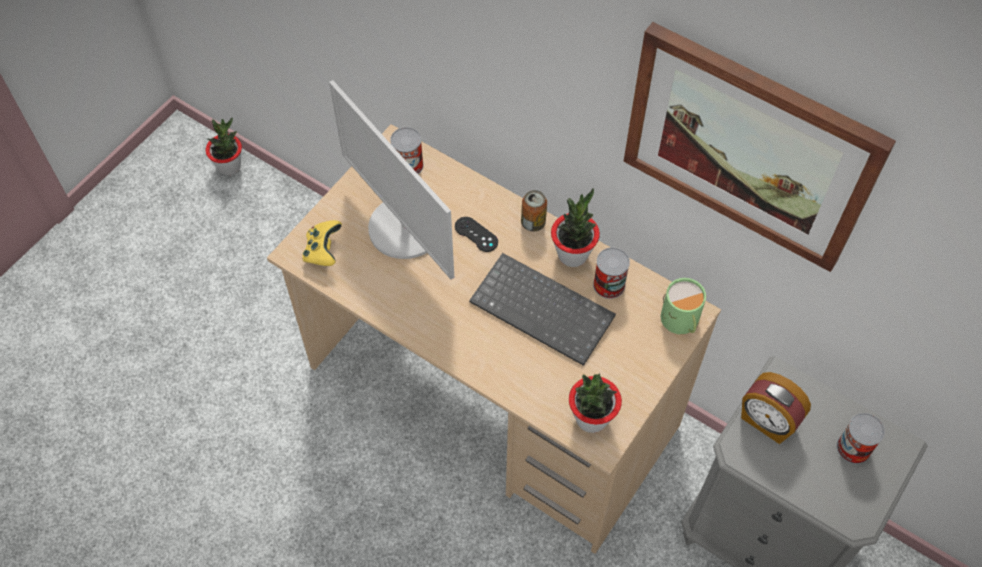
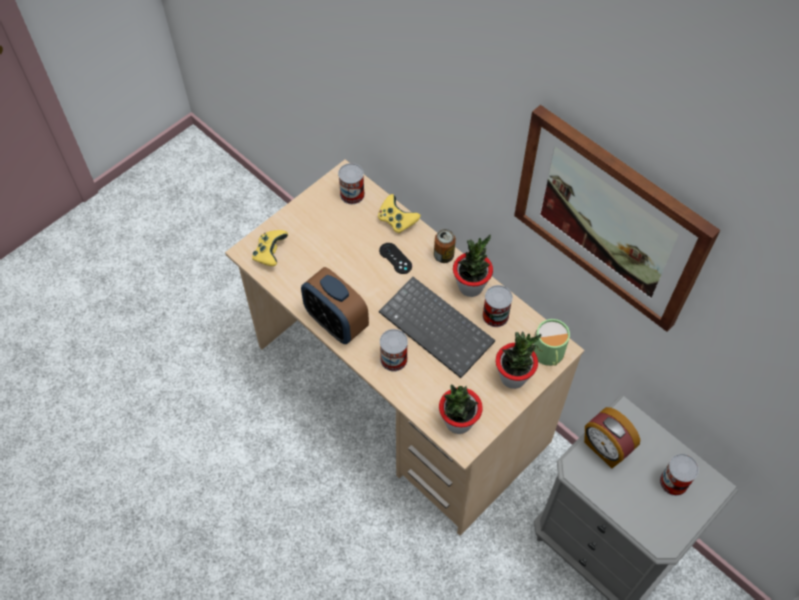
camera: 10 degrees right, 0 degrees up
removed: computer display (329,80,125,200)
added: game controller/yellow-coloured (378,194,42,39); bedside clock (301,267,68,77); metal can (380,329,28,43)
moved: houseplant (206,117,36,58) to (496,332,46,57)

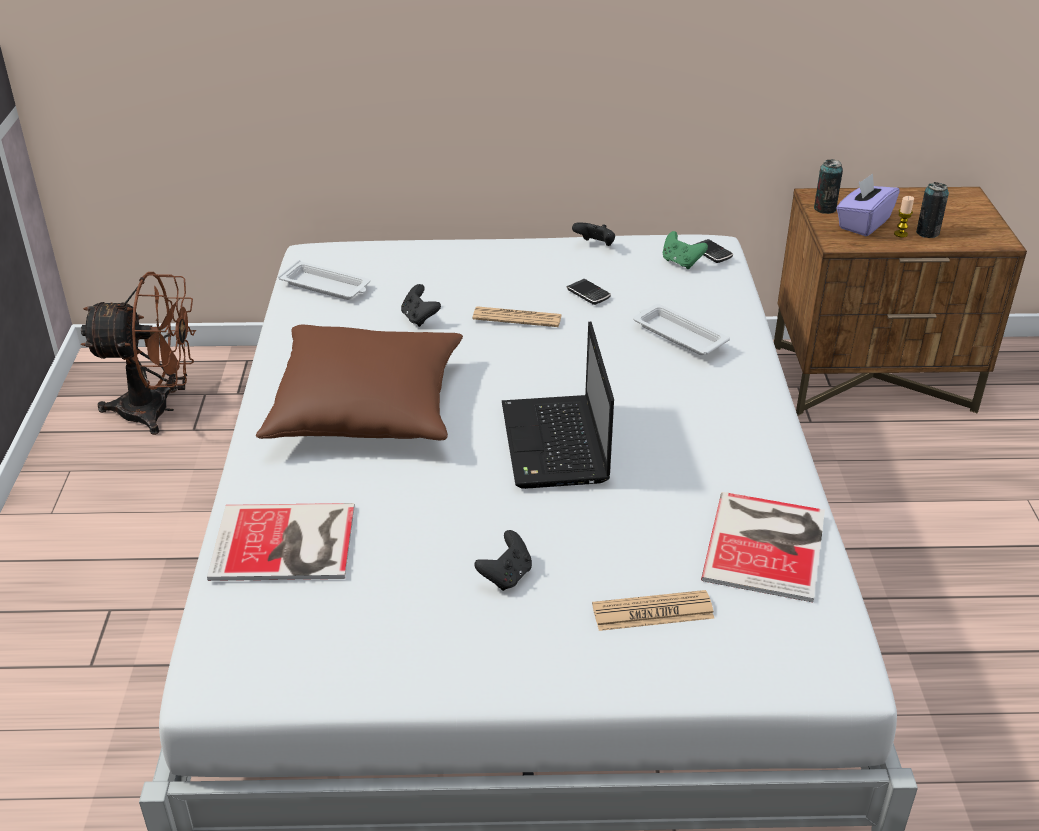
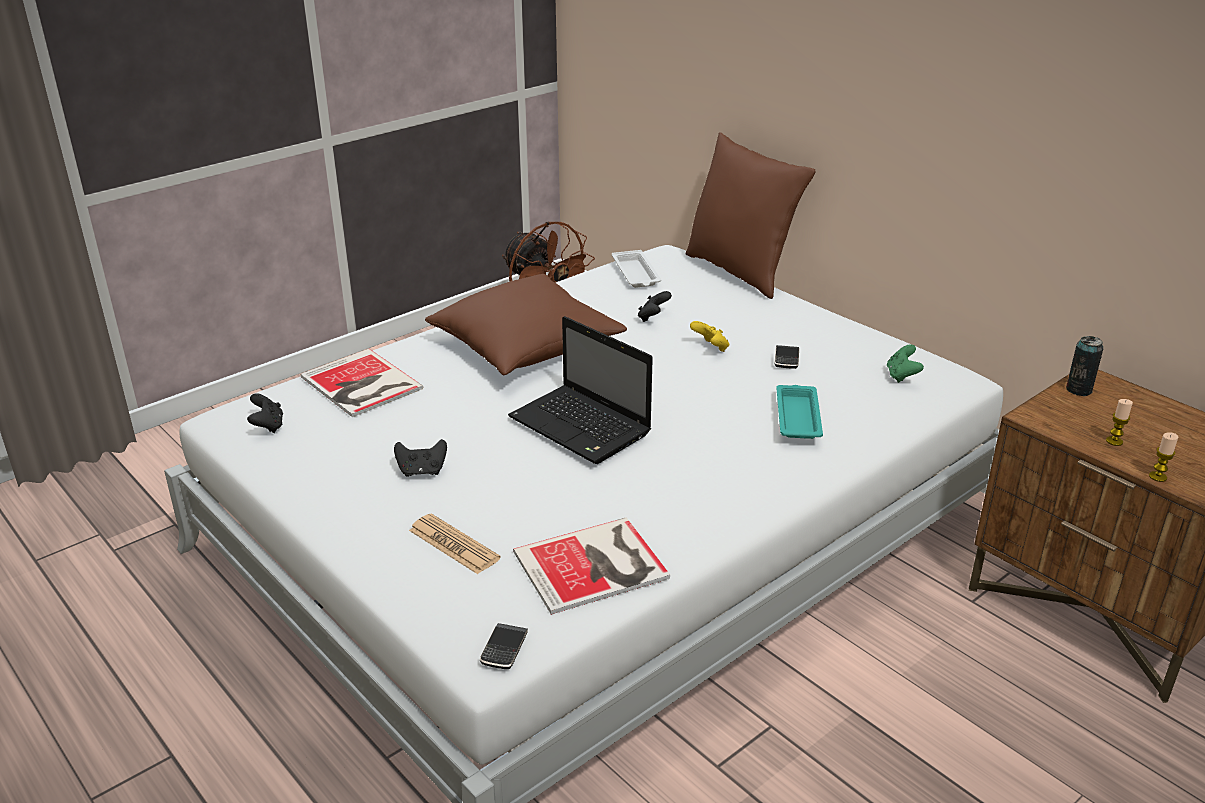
camera: 50 degrees right, 5 degrees down
removed: tissue holder/purple (836,173,64,63); metal can (916,182,33,56)
added: cushion/brown (686,132,130,167); wax candle (1149,432,29,50)
moved: game controller/black (572,222,43,24) to (247,393,36,40); handset (693,239,40,24) to (480,623,48,46)
replaced: daily paper (473,306,89,21) to game controller/yellow-coloured (690,321,39,31)
recoloured: carrying tray/whitish (633,304,97,51) to carrying tray/turquoise (776,385,47,54)
turned: notebook computer (502,322,112,167) = (508,316,145,148) 90 degrees counterclockwise

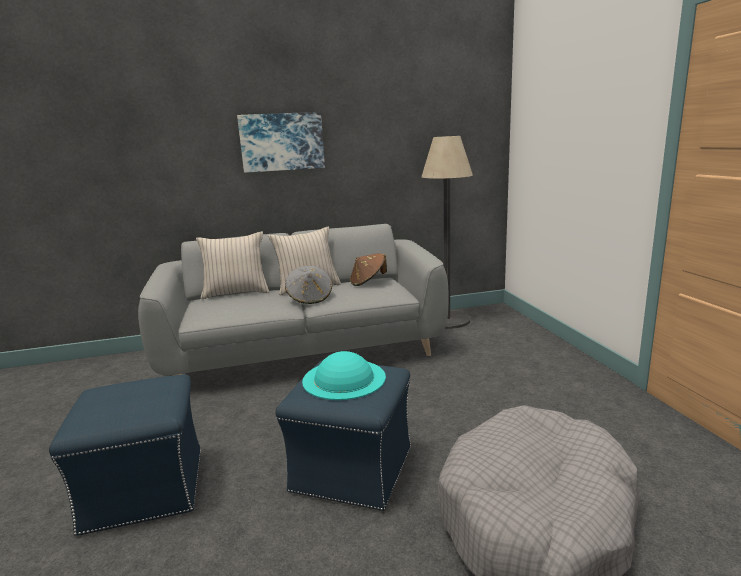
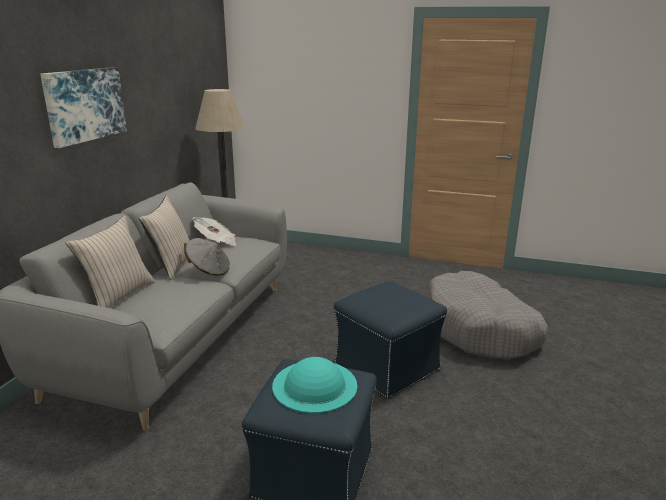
camera: 60 degrees left, 5 degrees up
moved: clothing hat/turquoise (302,351,84,49) to (272,357,85,56)
replaced: clothing hat/brown (350,253,37,33) to daily paper (192,217,44,29)

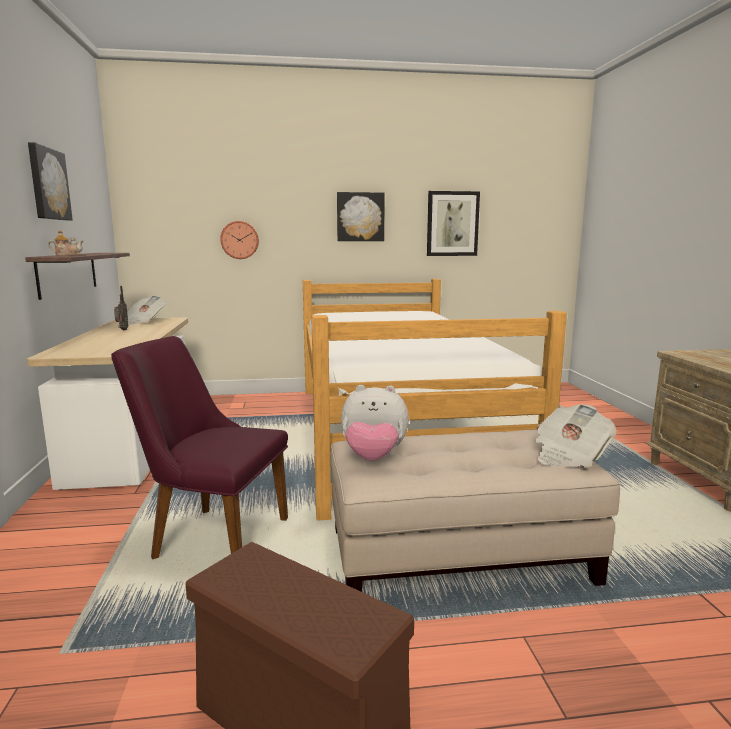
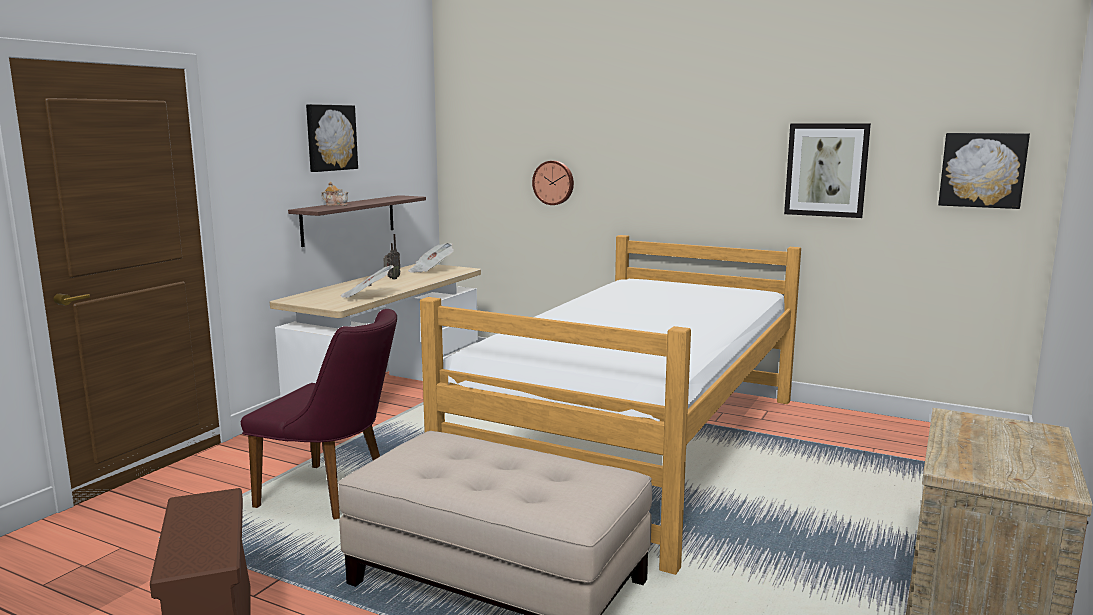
camera: 35 degrees right, 0 degrees up
removed: soft toy (341,385,68,76)
moved: wall picture (337,192,48,49) to (938,133,92,76); daily paper (535,404,82,64) to (340,265,54,33)
turned: plain chair/purple (111,336,177,223) = (241,309,156,211) 150 degrees clockwise

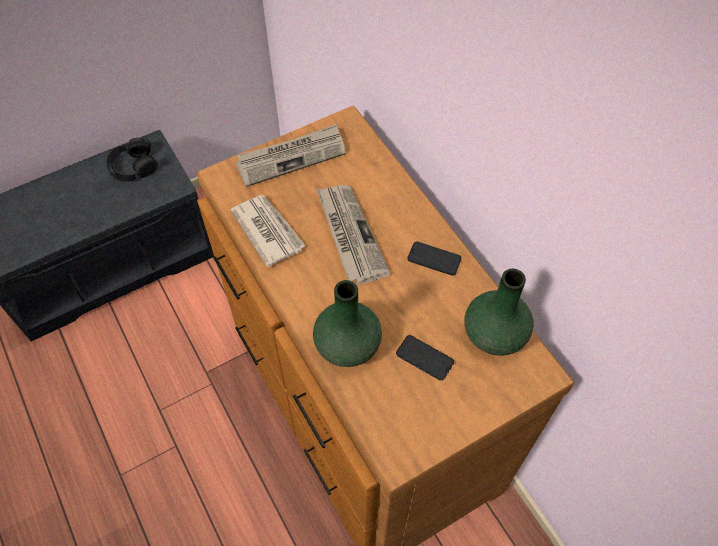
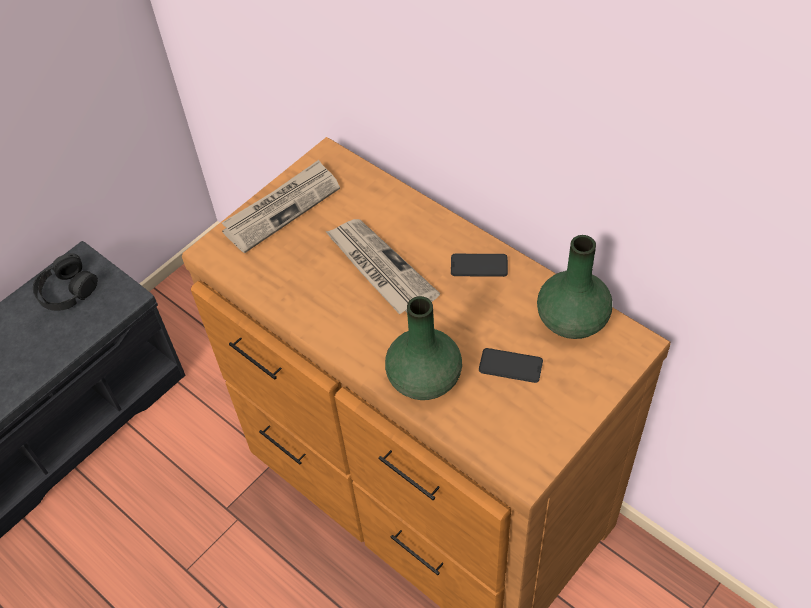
camera: 15 degrees left, 5 degrees down
removed: daily paper (231,195,74,72)

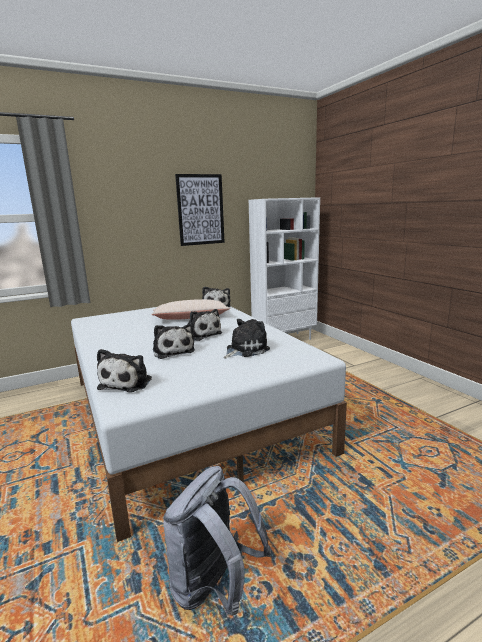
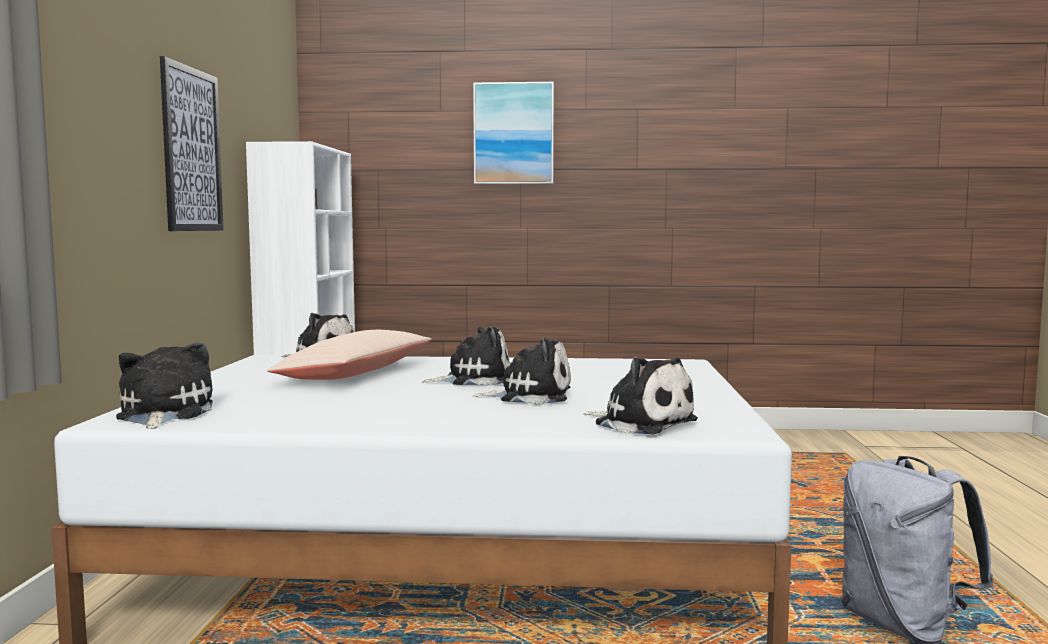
camera: 60 degrees left, 10 degrees down
added: wall picture (473,82,81,102)
moved: soft toy (223,319,47,40) to (116,342,97,87)

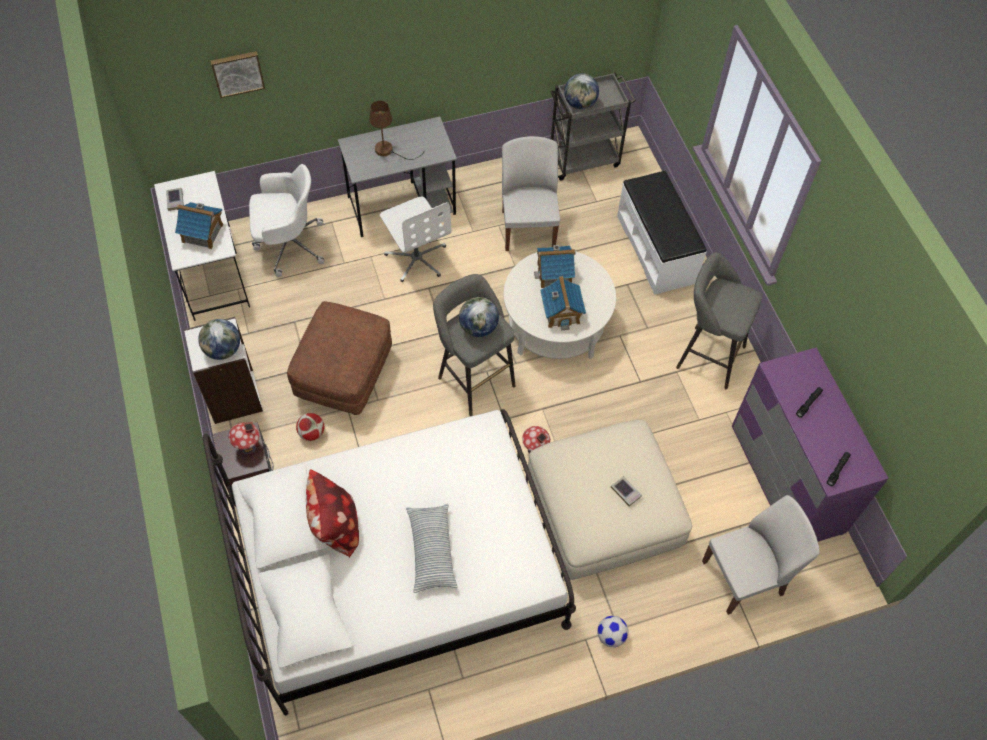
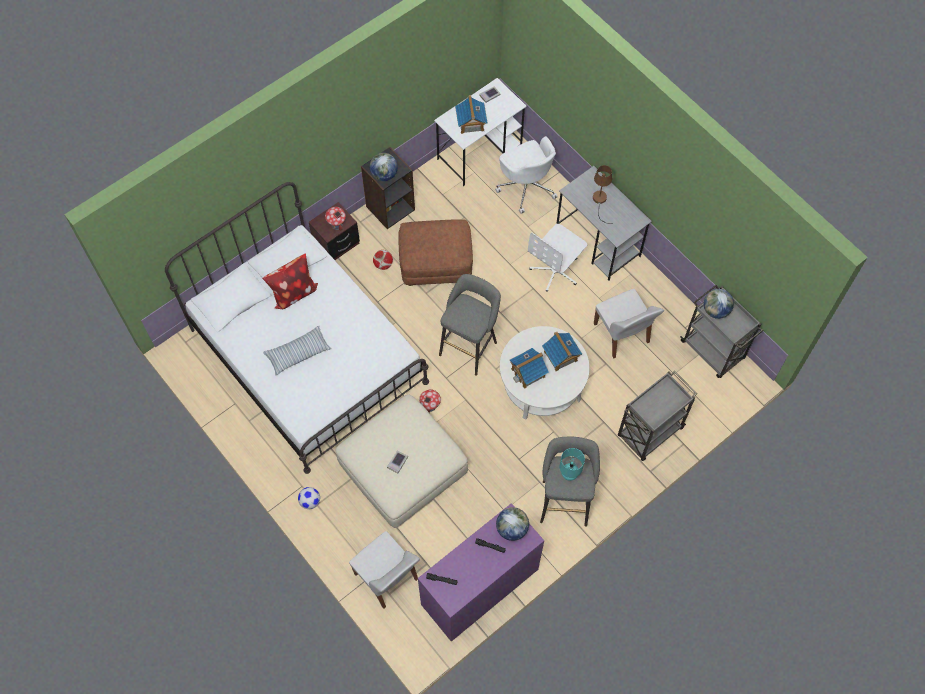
camera: 70 degrees right, 5 degrees up
removed: wall picture (211,51,54,47)
added: table lamp/turquoise (560,448,25,33)
moved: world globe (459,297,40,40) to (496,507,33,34)
replaced: bench/whitish (617,171,90,124) to wheeled cart/gray (618,371,79,90)
recoloured: bookcase/whitish (184,317,79,107) to bookcase/black (361,147,54,82)
turned: plain chair/whitish (502,136,58,115) = (594,289,70,69) 90 degrees clockwise

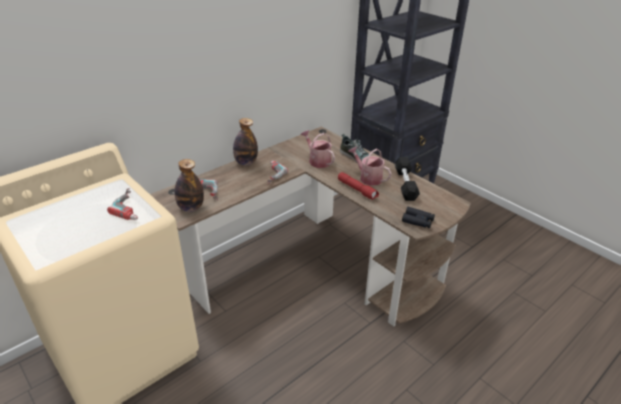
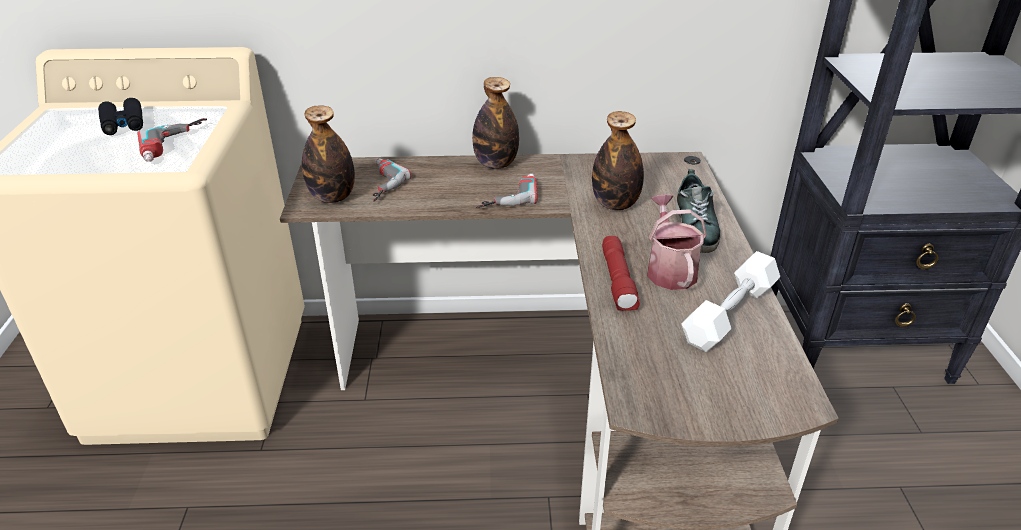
camera: 40 degrees right, 0 degrees up
moved: field glasses/black (402,207,33,21) to (98,98,45,37)
replaced: watering can (301,130,34,38) to beverage bottle (592,111,52,99)
recoloured: dumbbell/black (395,157,25,44) to dumbbell/whitish (681,251,99,101)

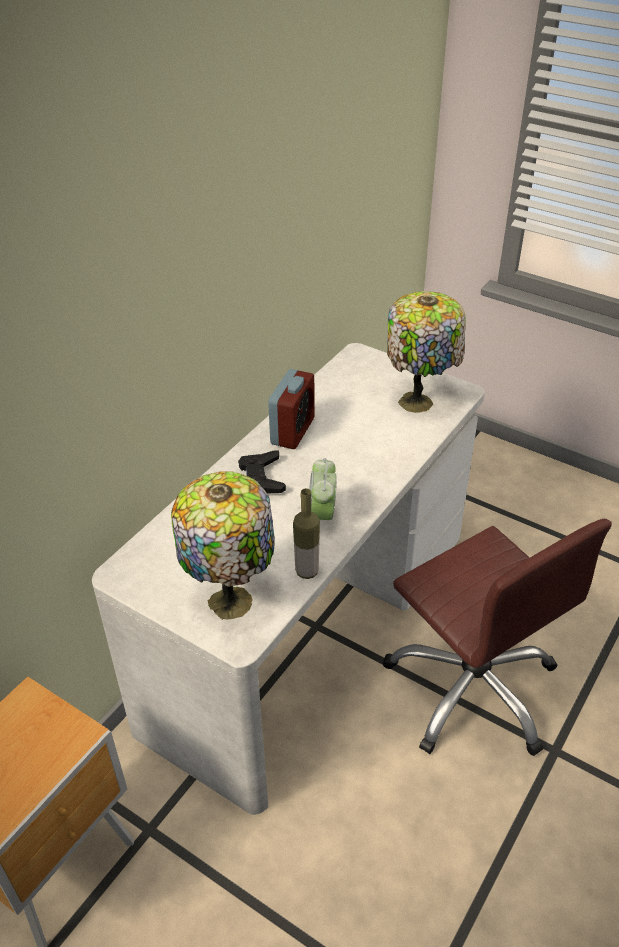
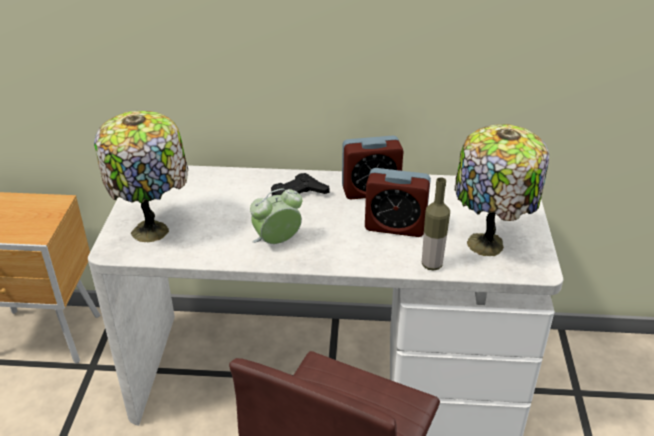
camera: 60 degrees right, 5 degrees down
added: bedside clock (365,168,66,69)
moved: beverage bottle (293,488,27,91) to (422,177,28,94)

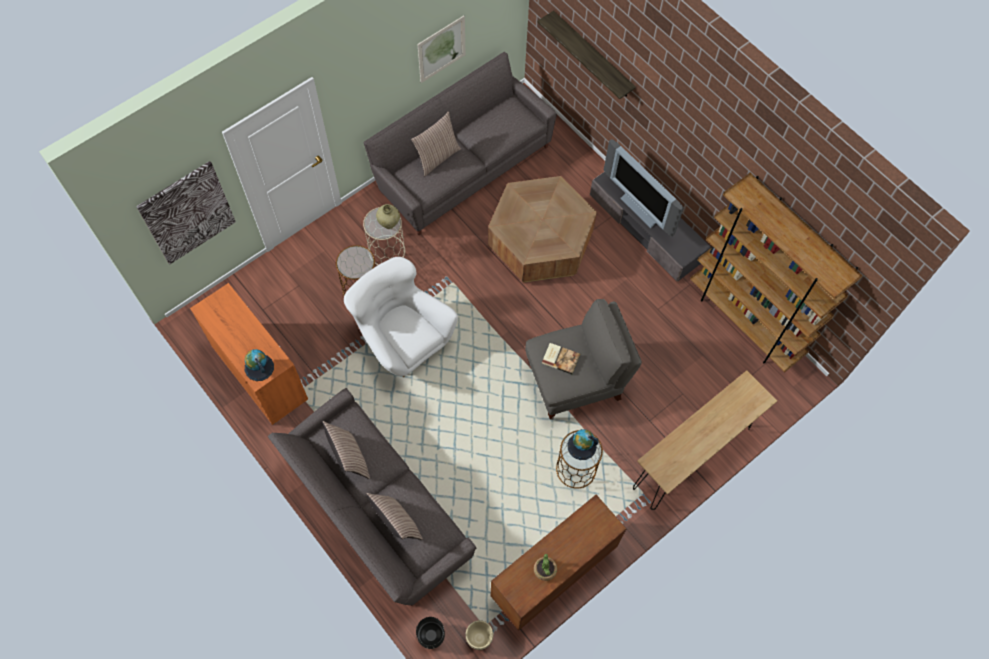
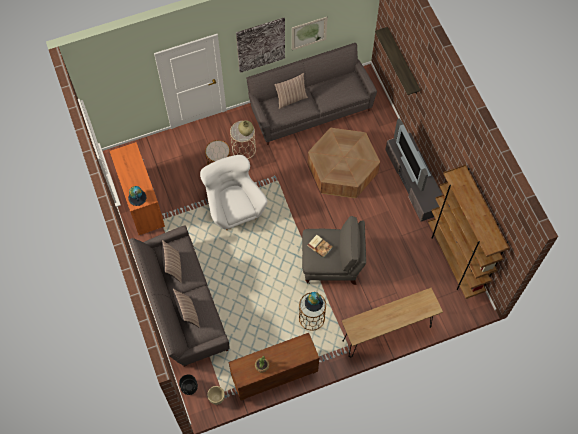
camera: 20 degrees right, 0 degrees up
moved: wall picture (136,161,100,104) to (236,18,49,55)

